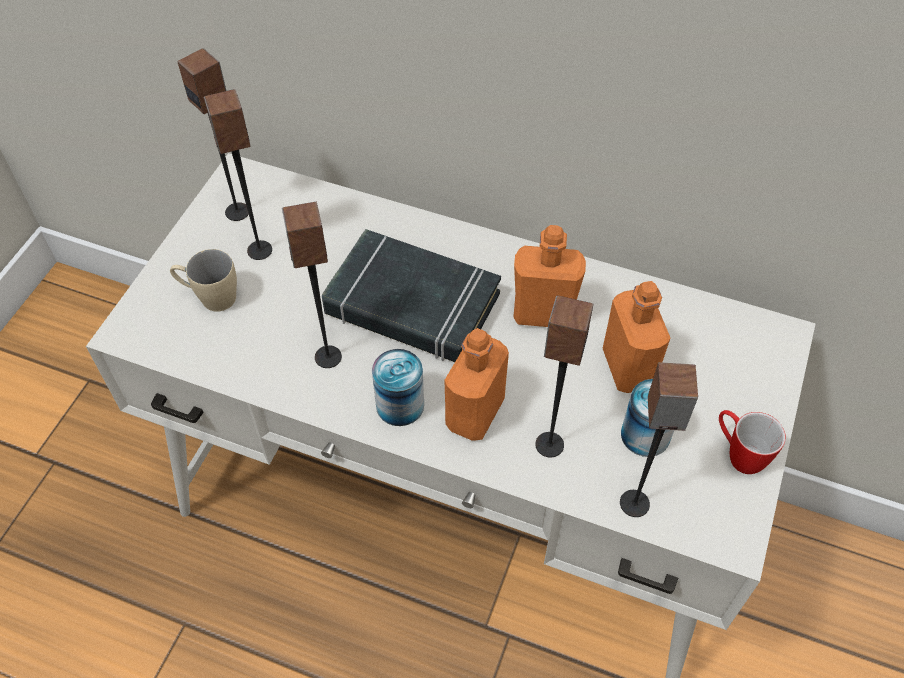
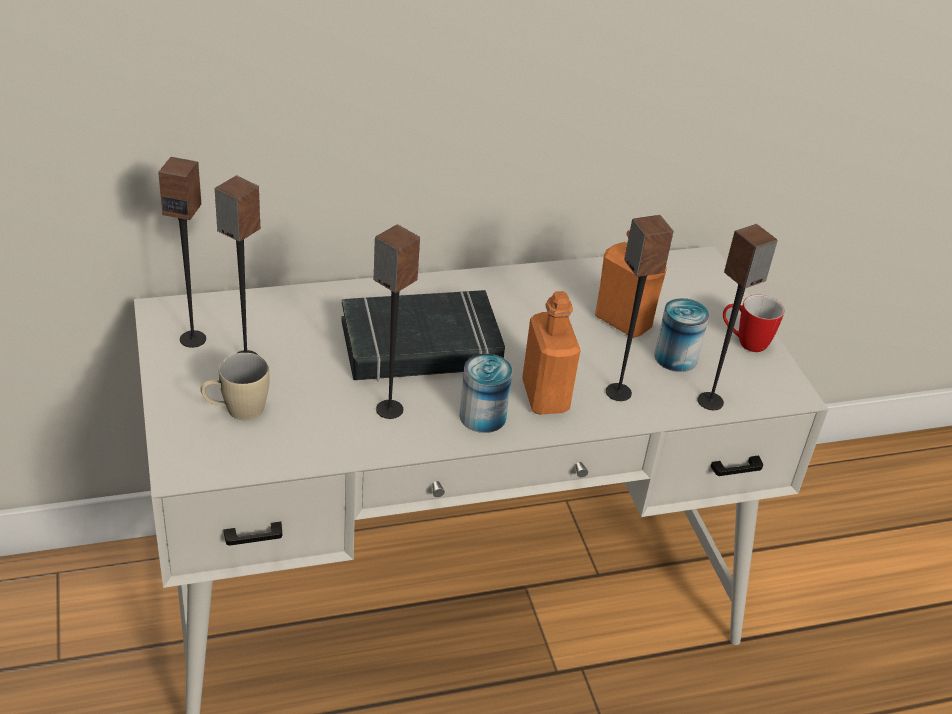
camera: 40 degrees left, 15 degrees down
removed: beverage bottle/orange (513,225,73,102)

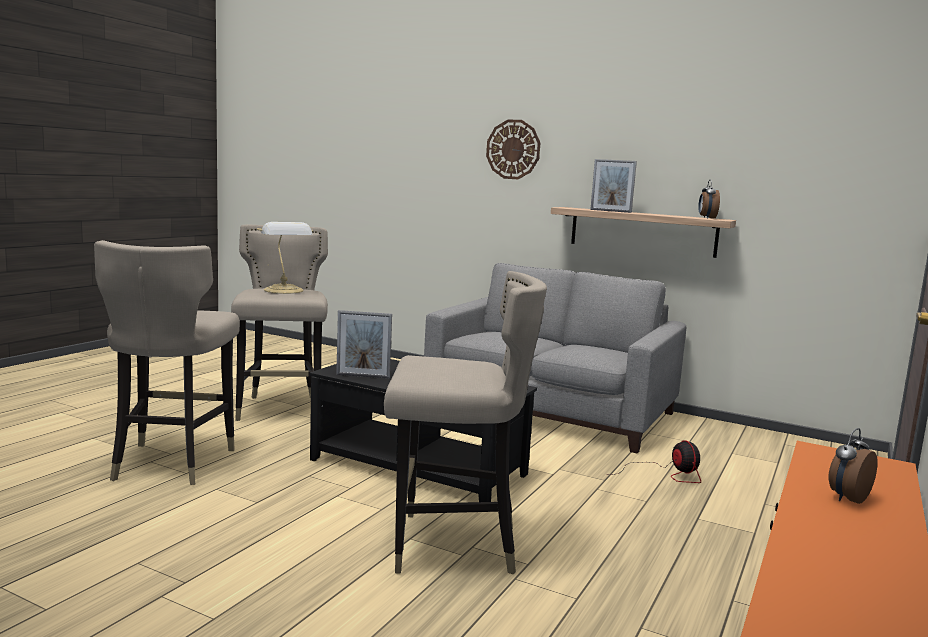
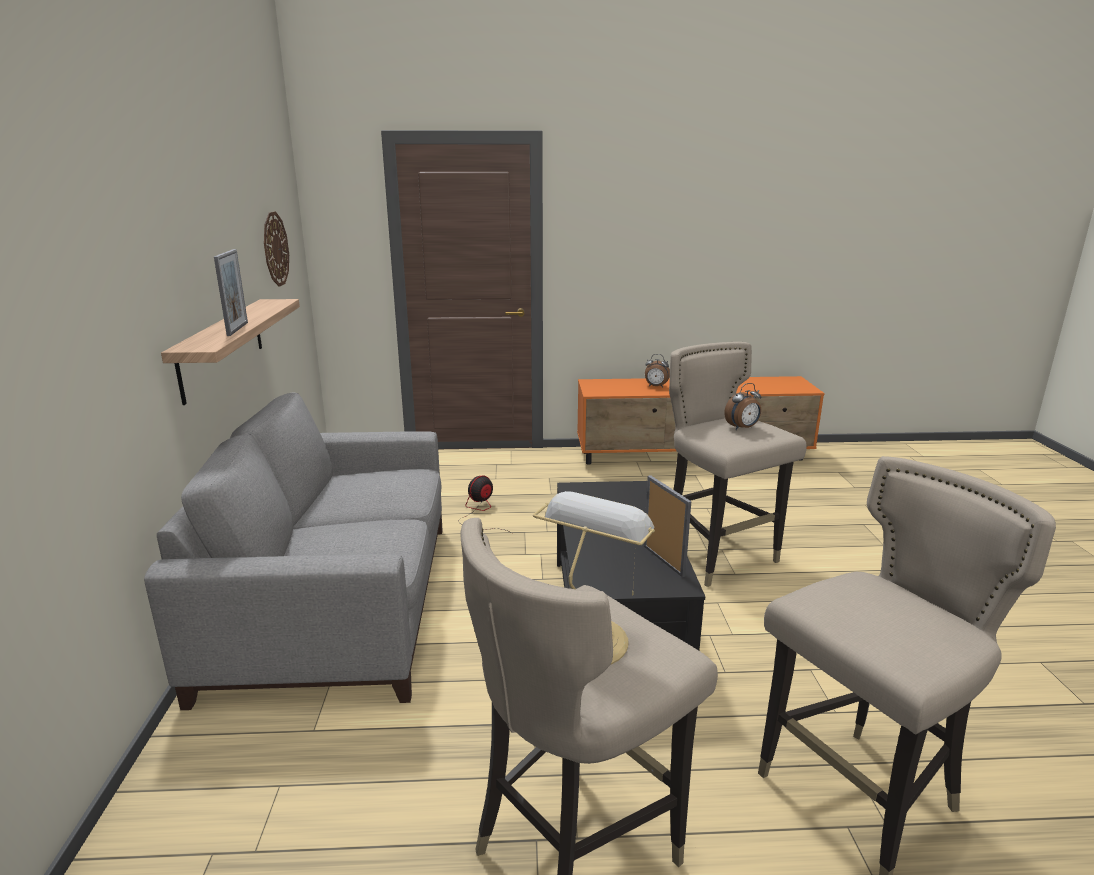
camera: 120 degrees left, 10 degrees up
moved: clock on the wall (486,120,54,59) to (264,211,25,76); bedside clock (698,180,22,39) to (724,383,37,47)

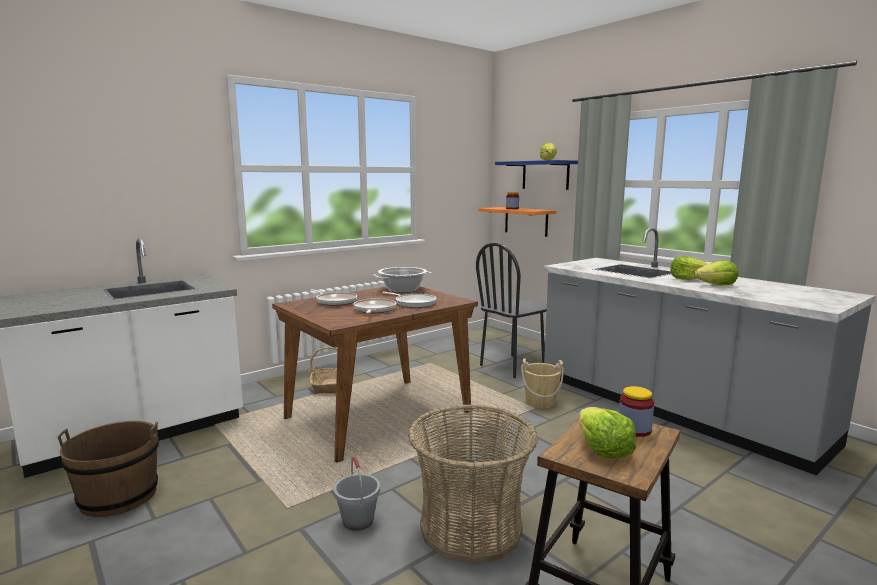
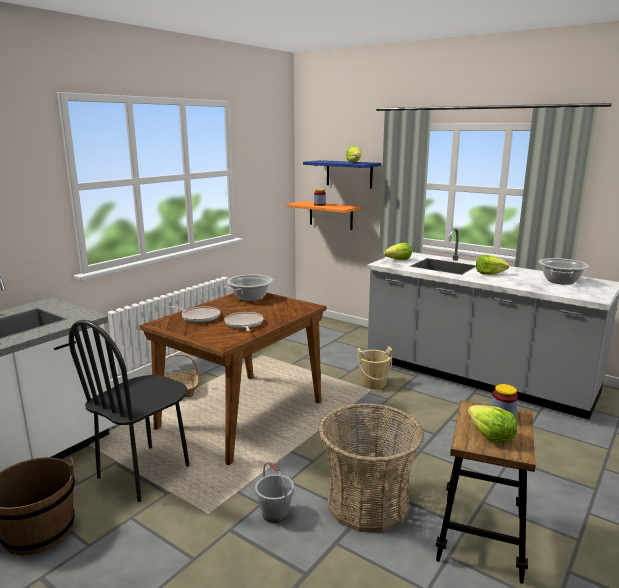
camera: 15 degrees left, 5 degrees up
removed: frying pan (382,292,55,16)
added: cooking pot (538,258,51,27)
moved: plain chair/black (476,242,71,136) to (69,320,120,182); head of lettuce (694,261,45,25) to (384,243,28,17)

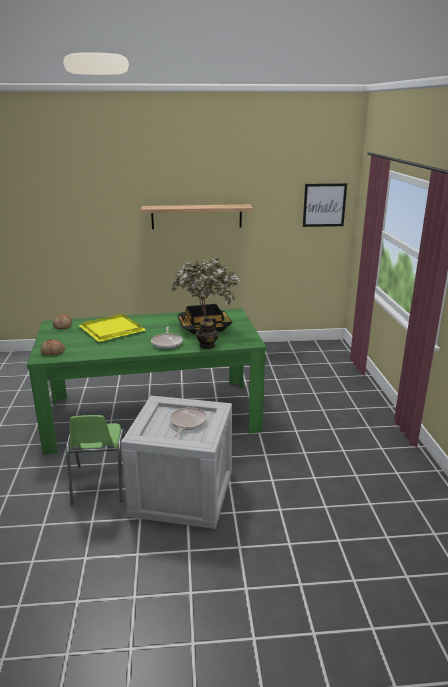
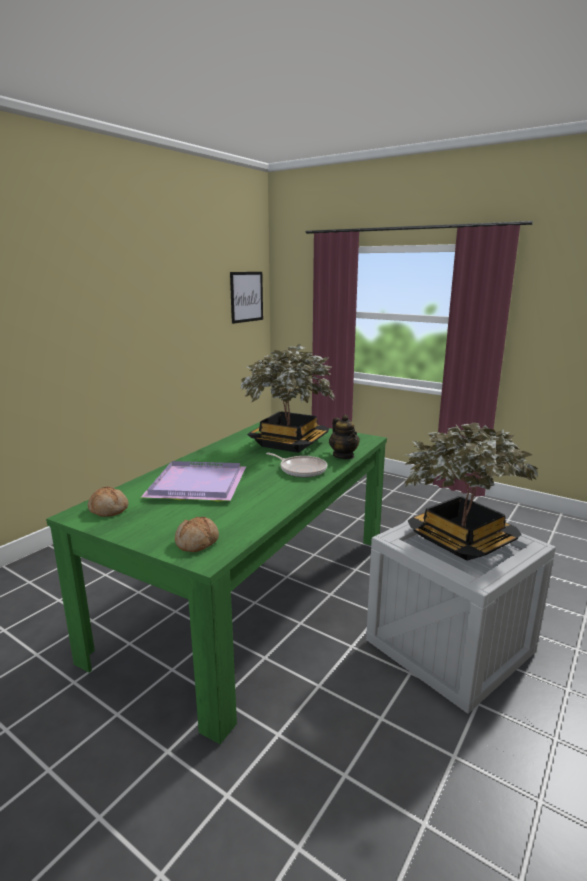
camera: 50 degrees left, 5 degrees down
removed: bracket shelf (141,204,112,25); plain chair/greenish (66,415,59,90)
replaced: frying pan (169,408,38,29) to houseplant (404,423,134,138)
recoloured: carrying tray/yellow-coloured (79,314,67,28) to carrying tray/purple (141,461,105,41)

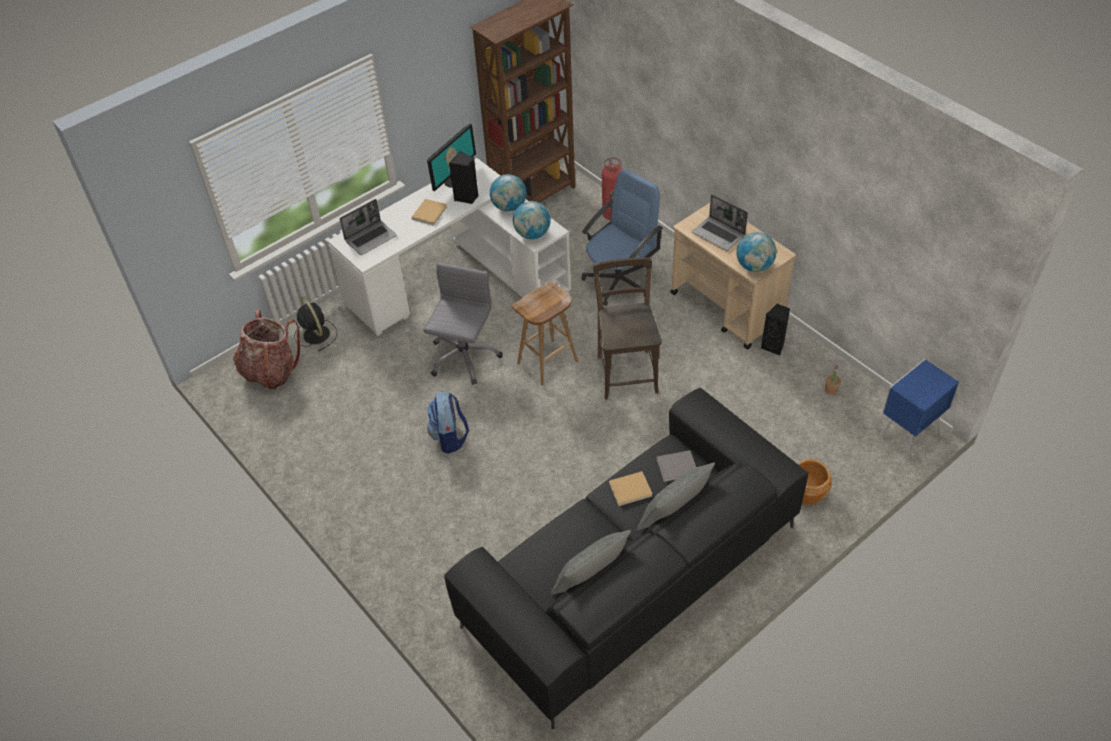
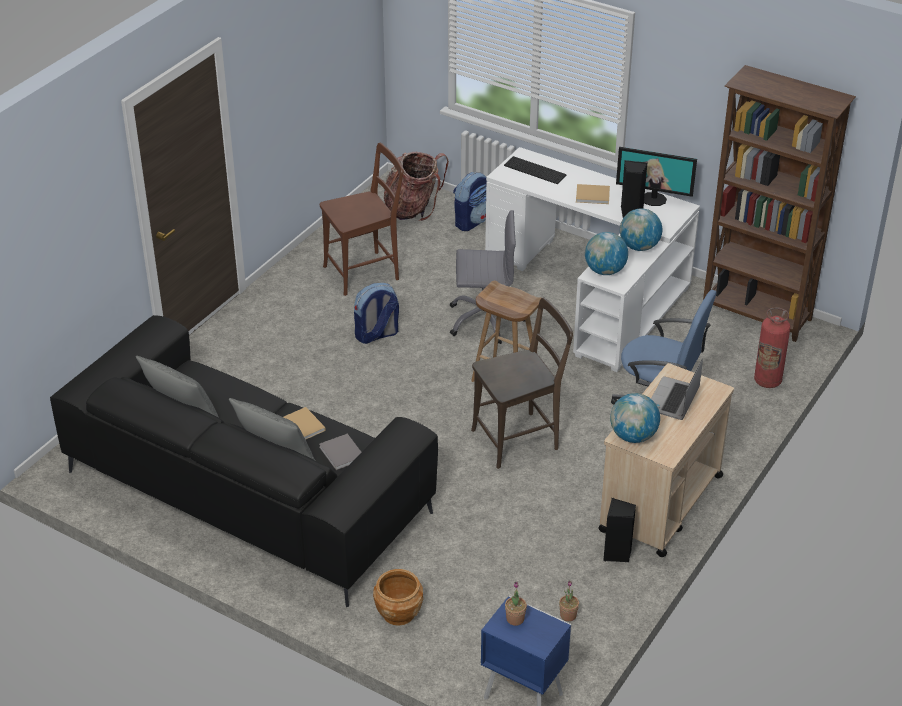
camera: 70 degrees right, 10 degrees down
added: plain chair/brown (320,143,84,153); houseplant (505,582,22,44)
replaced: notebook computer (340,199,57,56) to PC keyboard (504,156,63,28); fan/black (294,297,43,54) to backpack (453,172,34,59)

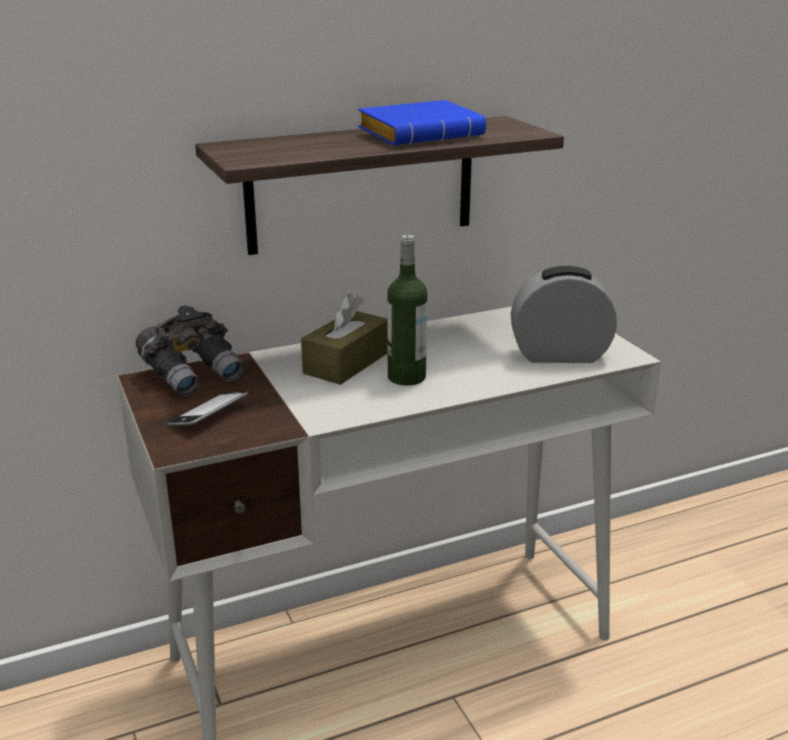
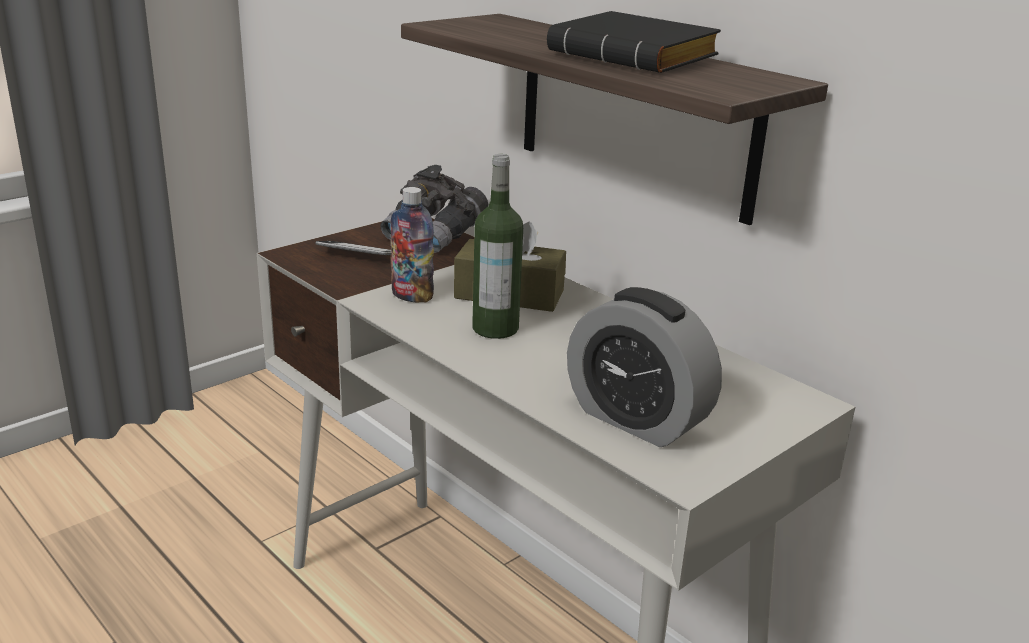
camera: 70 degrees right, 0 degrees up
added: beverage bottle (390,187,44,116)
recoloured: volume/bluish (358,100,128,45) to volume/black (547,11,174,62)
turned: bedside clock (511,266,106,97) = (567,287,155,160) 150 degrees clockwise

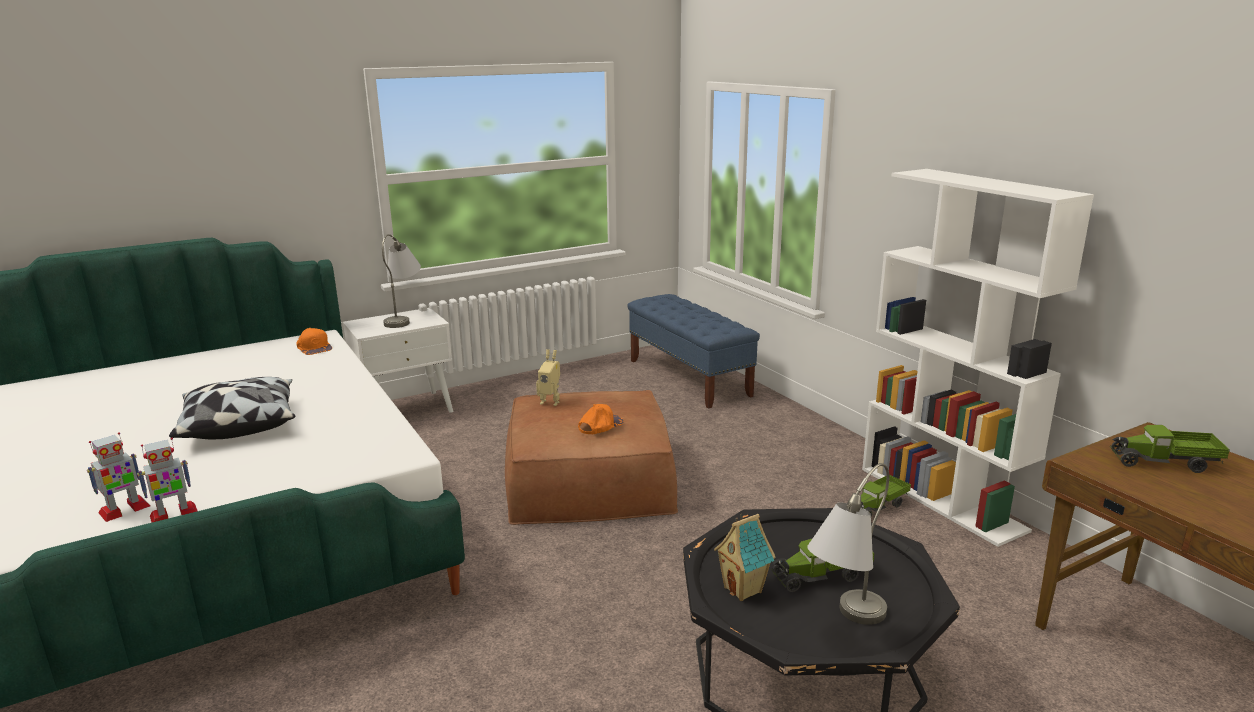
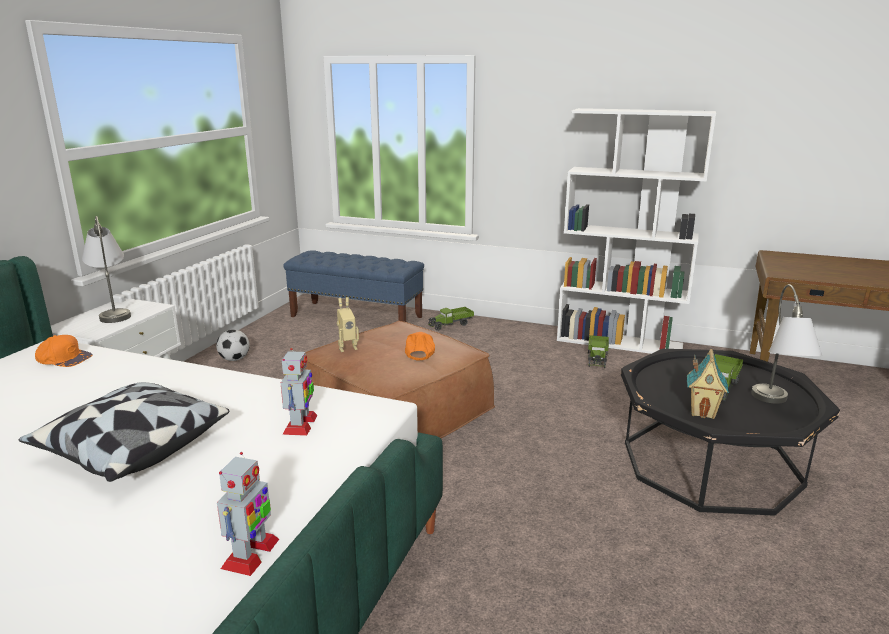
camera: 40 degrees left, 0 degrees up
added: football (216,329,34,32)
moved: model truck (1110,425,120,48) to (428,307,46,24); model robot (87,432,63,90) to (281,348,36,88)

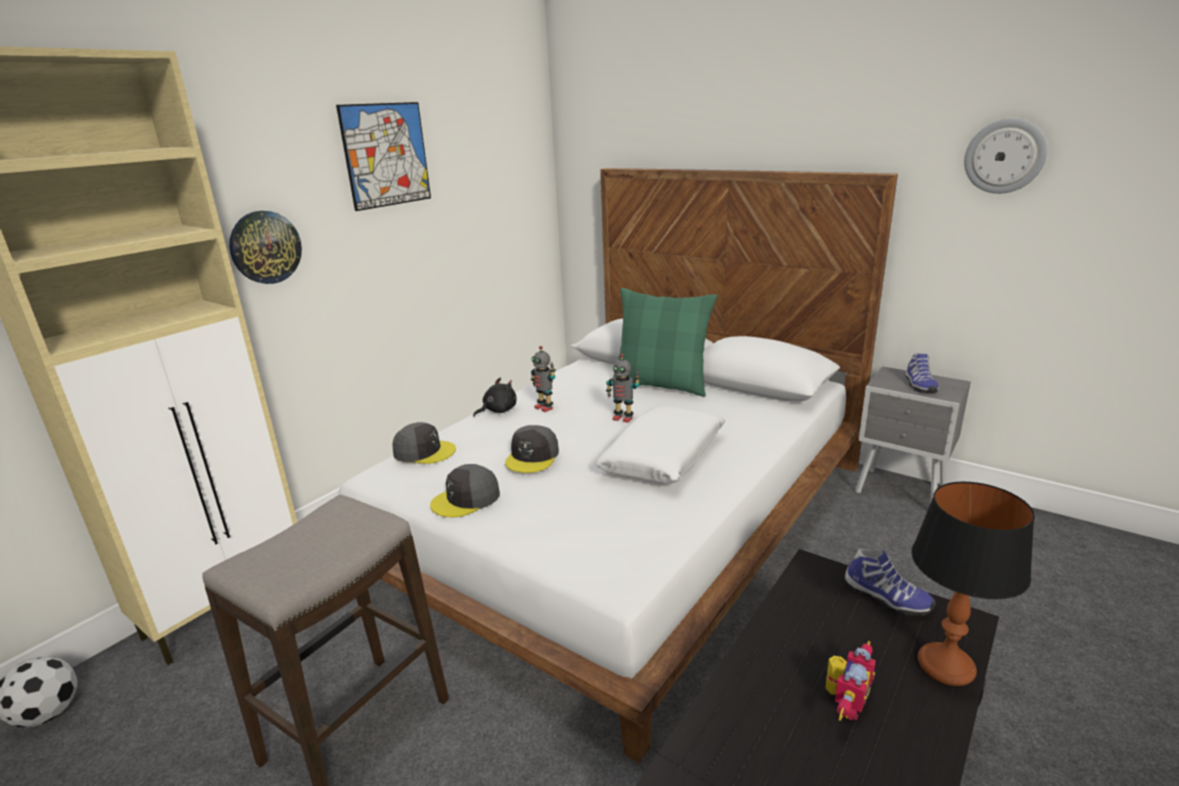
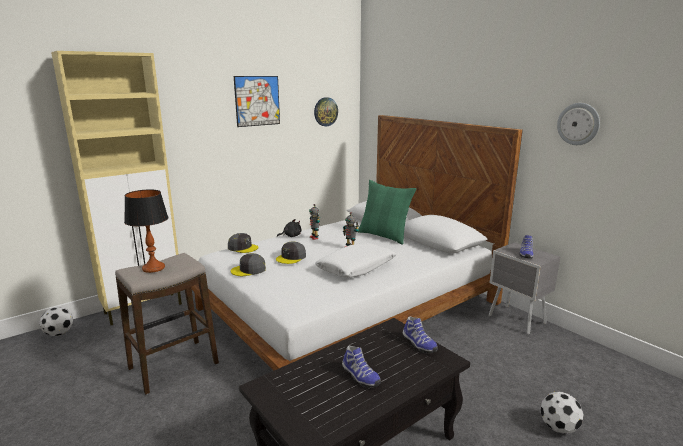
camera: 15 degrees right, 5 degrees down
added: football (540,392,44,42)
moved: clock on the wall (229,211,73,73) to (314,97,24,29); table lamp (911,482,124,204) to (124,189,45,84)
replaced: model robot (826,641,50,80) to item of footwear (342,346,39,42)

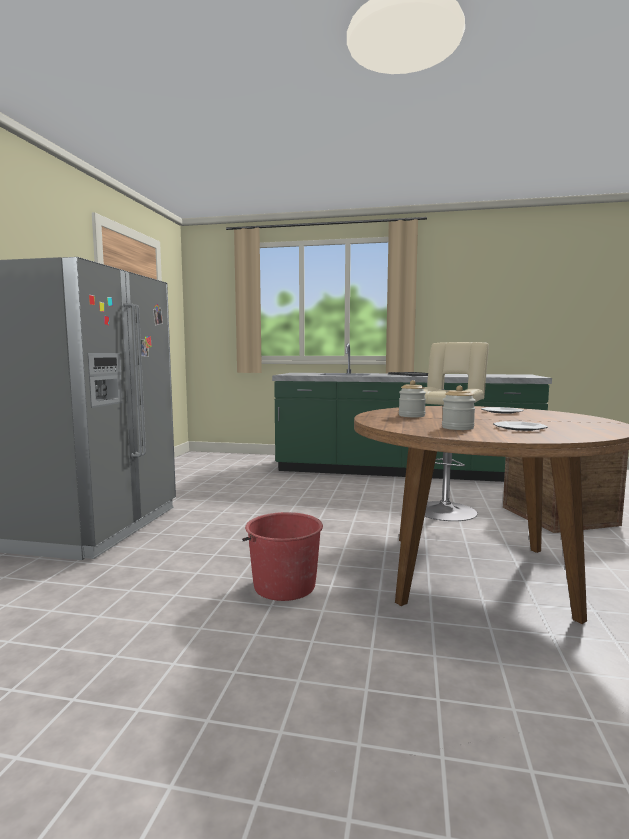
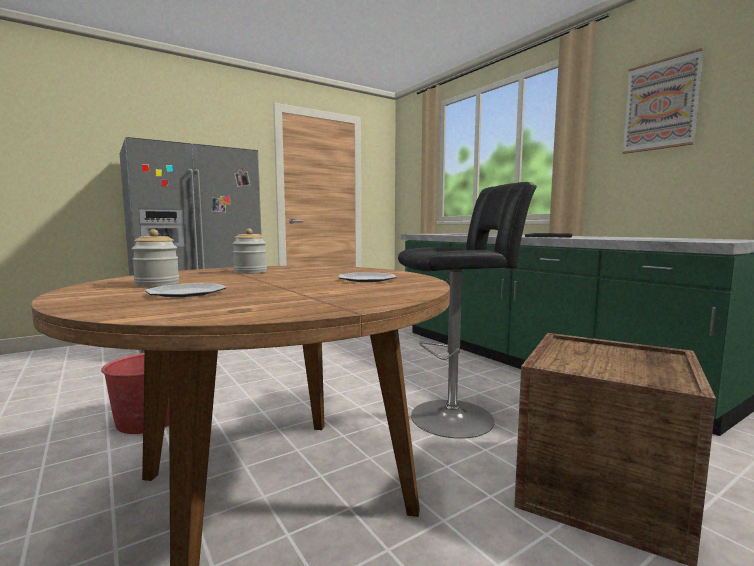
camera: 45 degrees right, 0 degrees up
added: wall picture (622,48,82,106)
recoloured: stool seat/beige (424,342,65,179) to stool seat/black (398,182,139,257)

